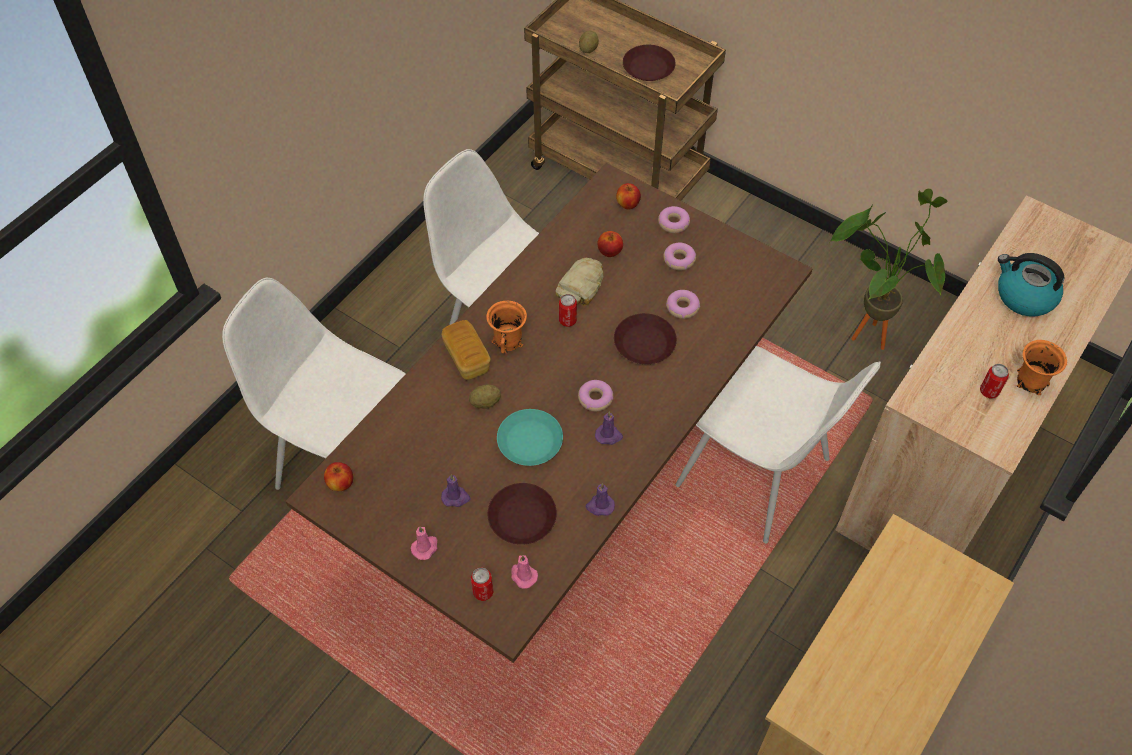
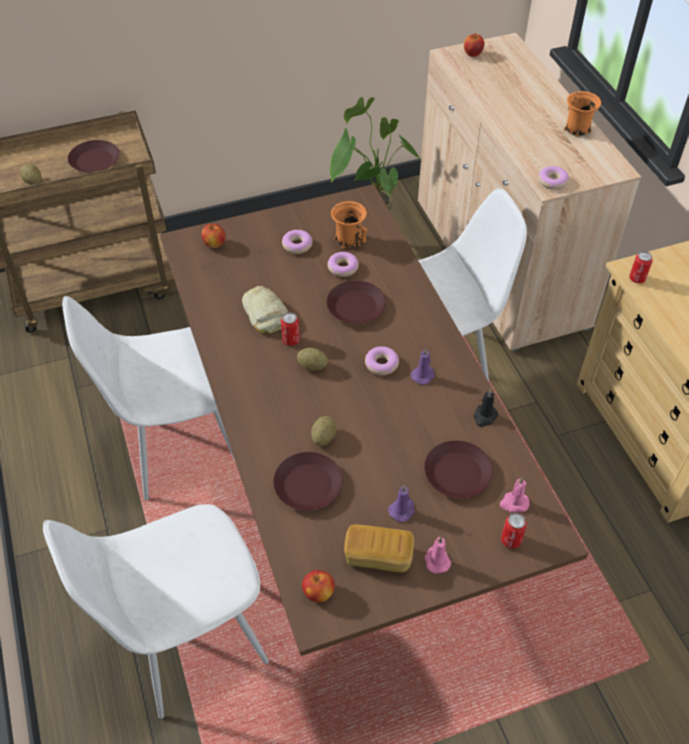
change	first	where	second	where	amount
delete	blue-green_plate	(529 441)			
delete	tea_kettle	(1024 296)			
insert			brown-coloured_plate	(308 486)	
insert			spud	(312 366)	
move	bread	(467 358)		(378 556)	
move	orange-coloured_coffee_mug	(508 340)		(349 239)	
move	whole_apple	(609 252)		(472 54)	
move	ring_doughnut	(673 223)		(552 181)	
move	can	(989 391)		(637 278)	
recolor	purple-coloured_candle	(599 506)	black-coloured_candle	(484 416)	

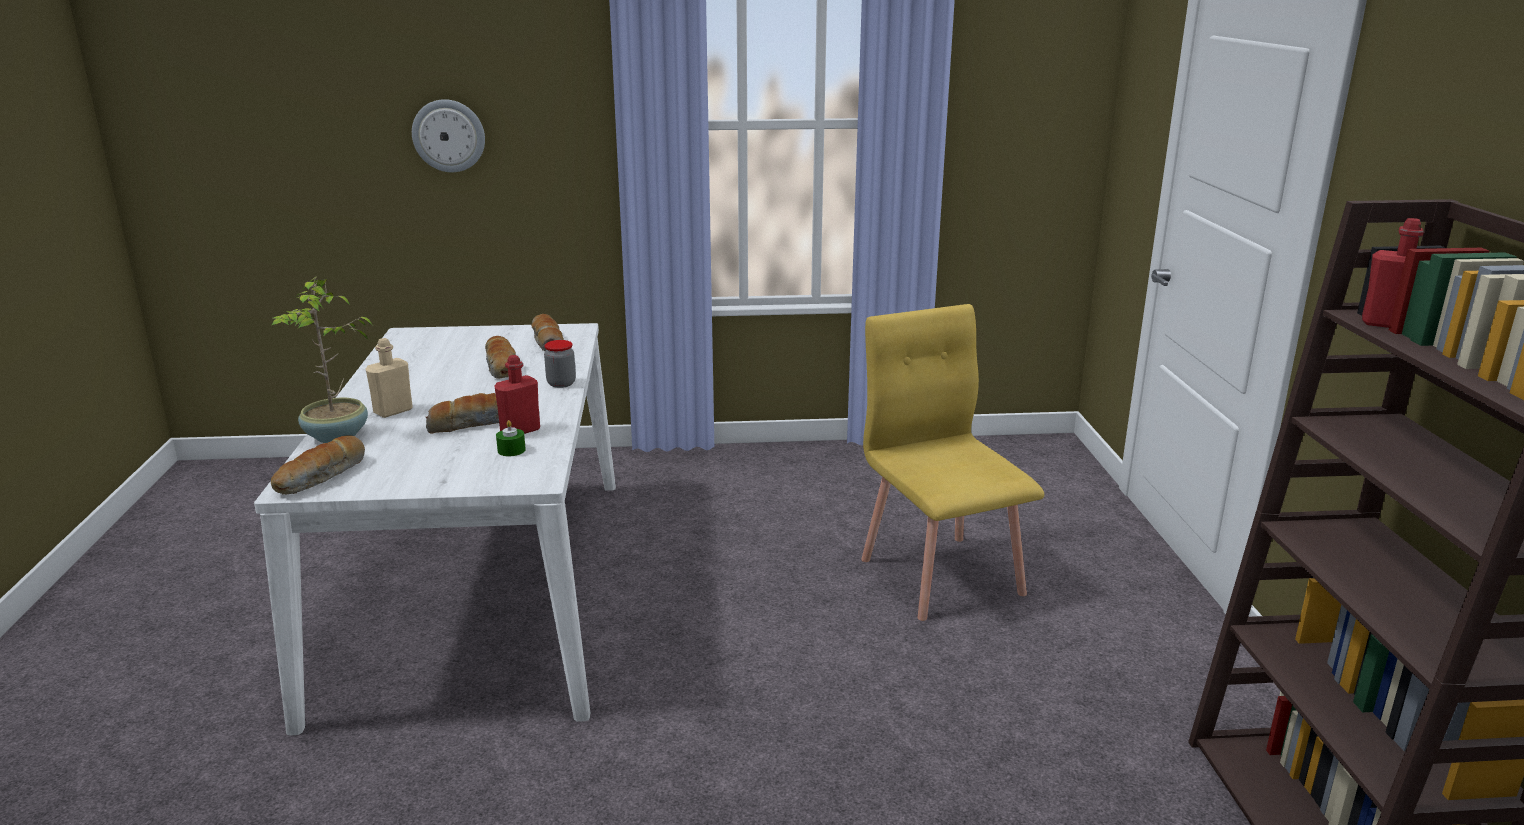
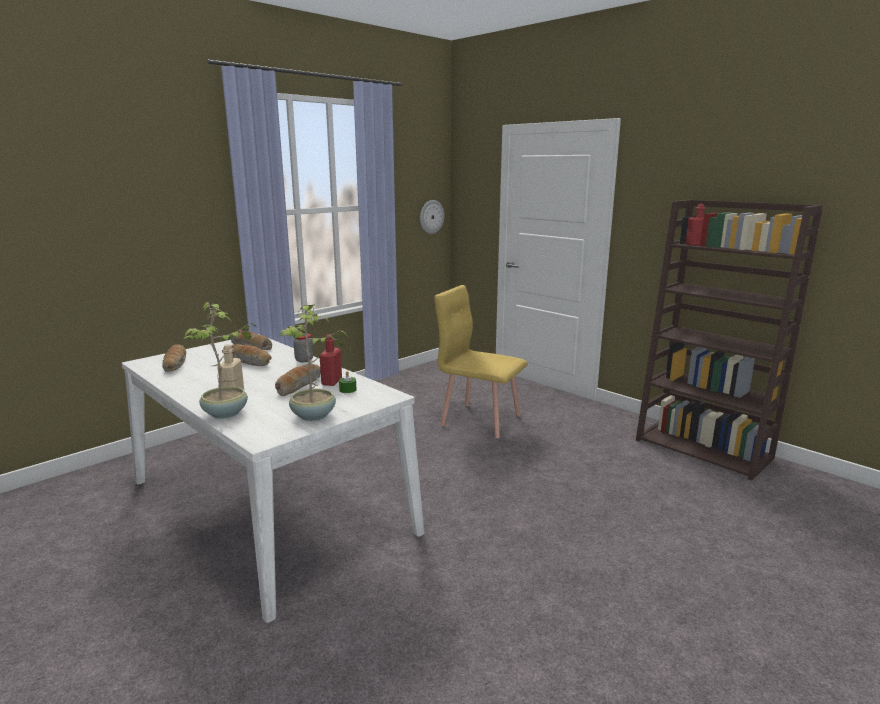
change	first	where	second	where	amount
insert			potted_plant	(313 416)	
move	bread	(322 477)		(176 364)	
move	clock_on_the_wall	(449 136)		(431 217)	

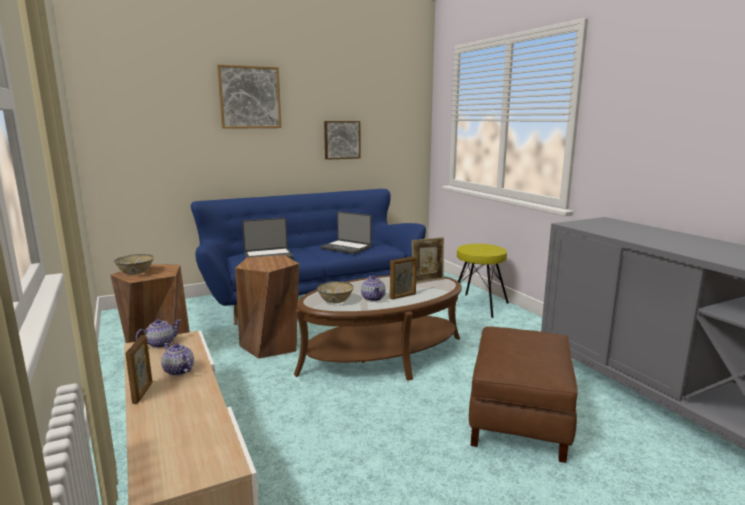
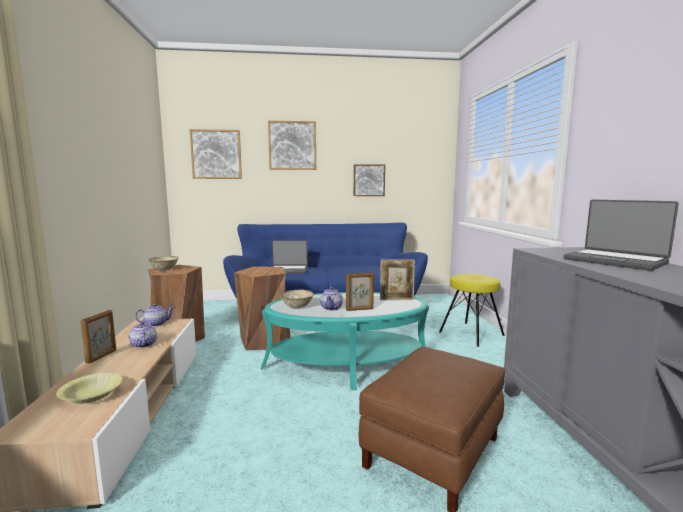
change	first	where	second	where	amount
insert			yellow_deep_dish	(92 395)	
insert			wall_art	(216 154)	
move	notebook_computer	(346 248)		(615 261)	
recolor	brown-coloured_coffee_table	(382 355)	blue-green_coffee_table	(346 364)	

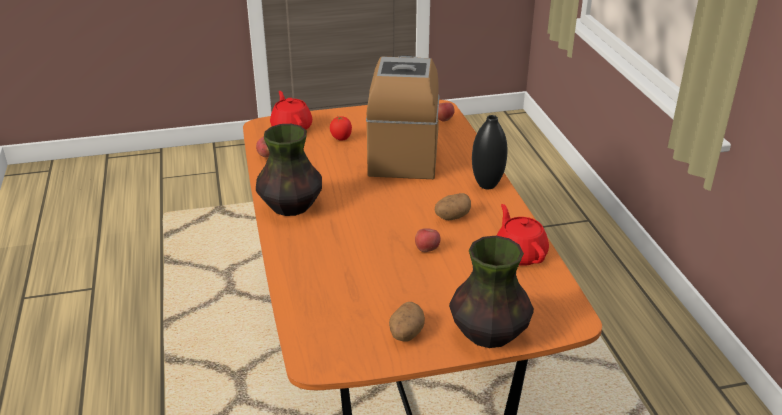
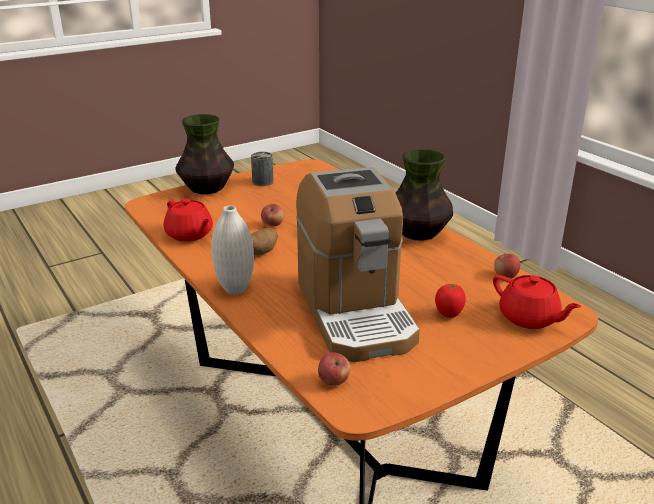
change	first	where	second	where	amount
replace	spud	(406 334)	can	(262 182)	
recolor	black-coloured_flower_vase	(487 185)	whitish_flower_vase	(235 289)	

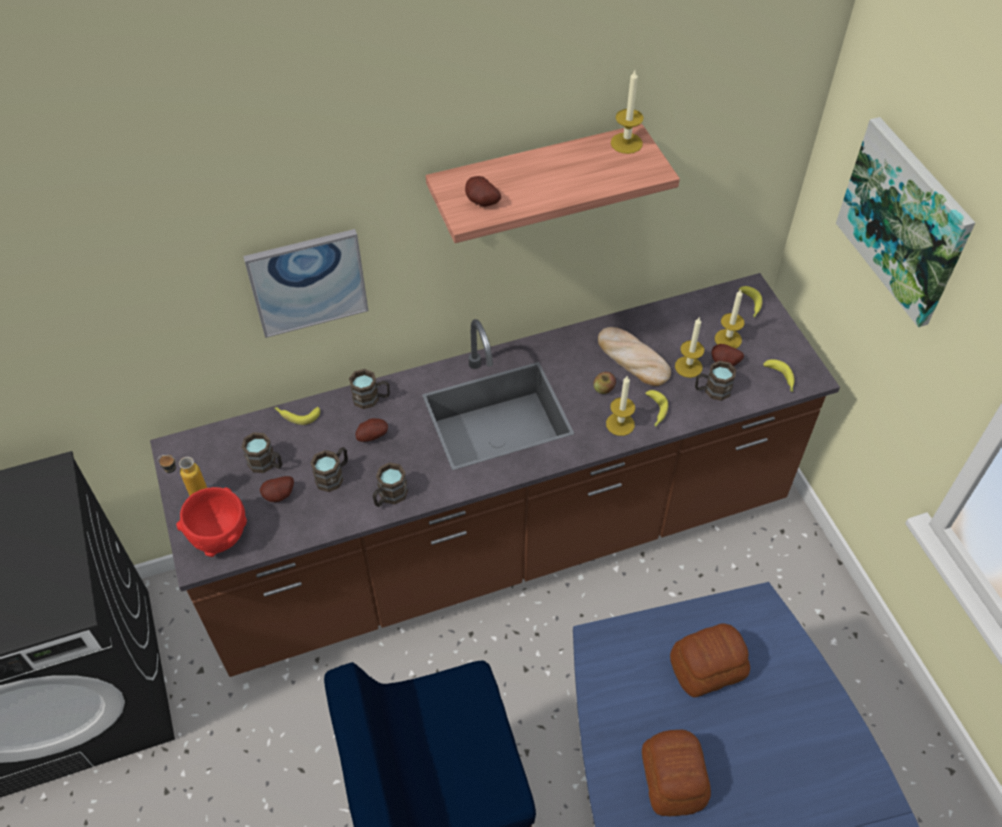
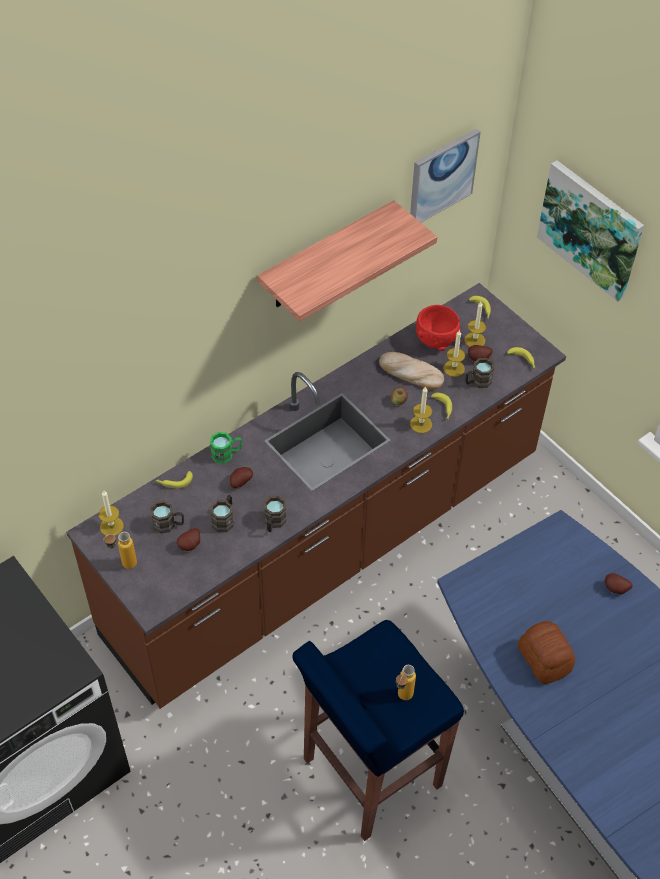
change	first	where	second	where	amount
delete	bread	(708 669)			
insert			drink_bottle	(402 699)	
move	red_deep_dish	(219 536)		(435 340)	
move	wall_art	(307 282)		(442 177)	
move	spud	(481 203)		(615 589)	
move	candle	(626 143)		(111 526)	
recolor	brown-coloured_coffee_mug	(371 398)	green_coffee_mug	(226 454)	

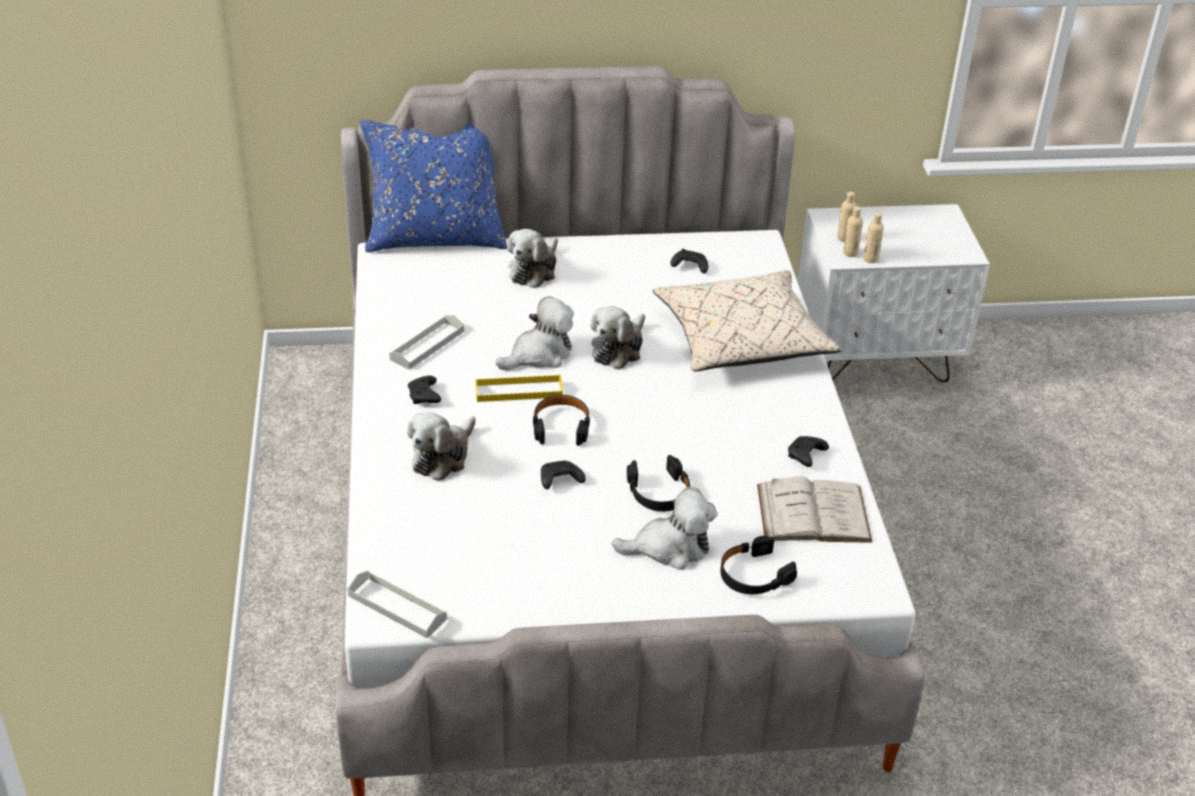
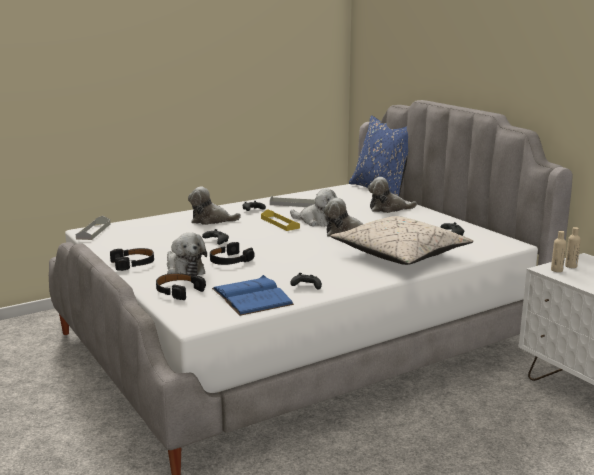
change	first	where	second	where	amount
delete	sand-coloured_drink_bottle	(870 259)			
move	black-coloured_pair_of_headphones	(561 426)		(133 263)	
recolor	whitish_volume	(813 513)	bluish_volume	(252 296)	

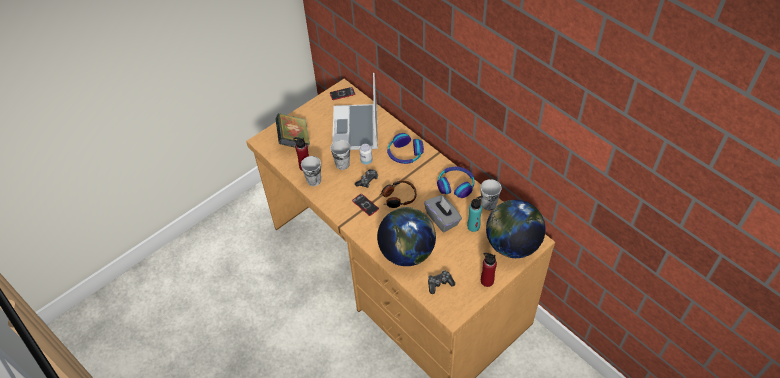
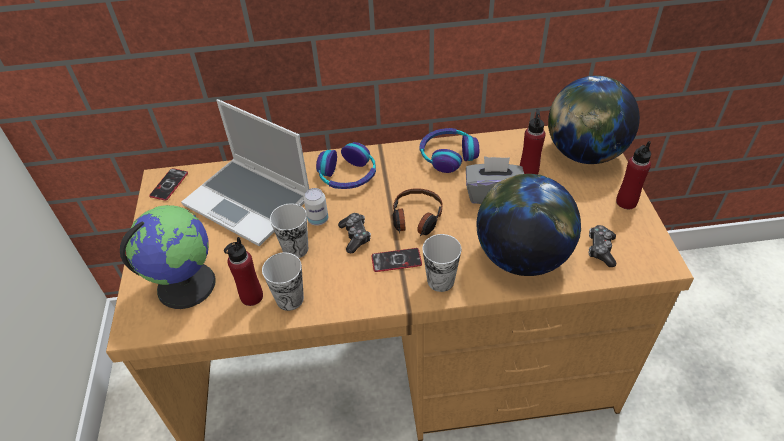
change	first	where	second	where	amount
move	cup	(488 204)		(440 281)	
replace	volume	(294 141)	desk_globe	(186 284)	
recolor	blue-green_drink_bottle	(473 226)	red_drink_bottle	(528 172)	

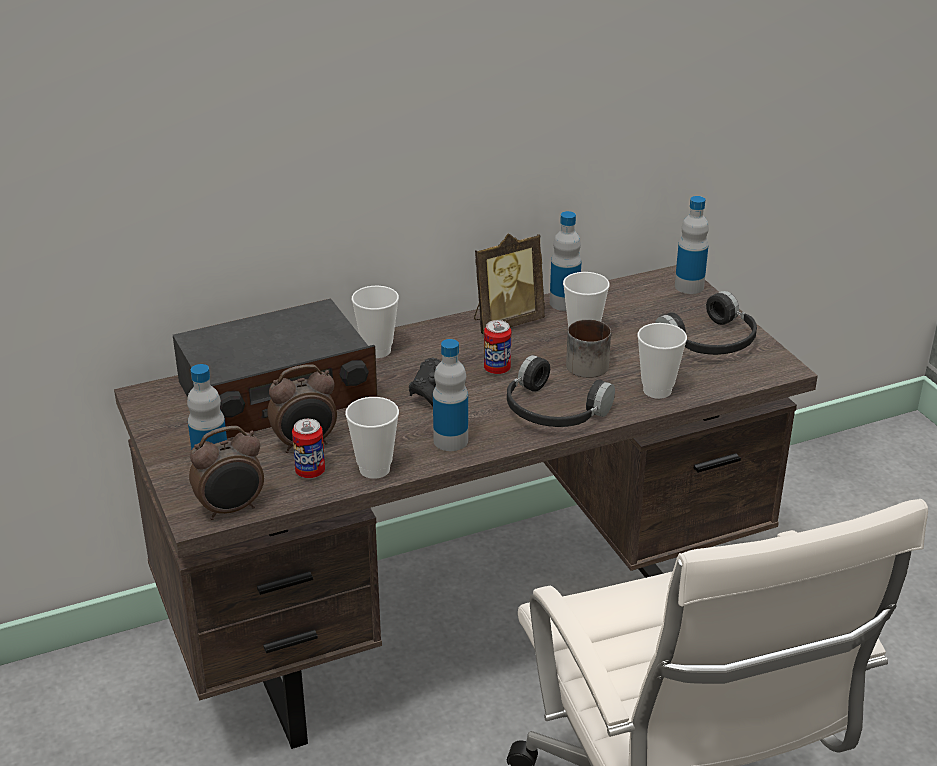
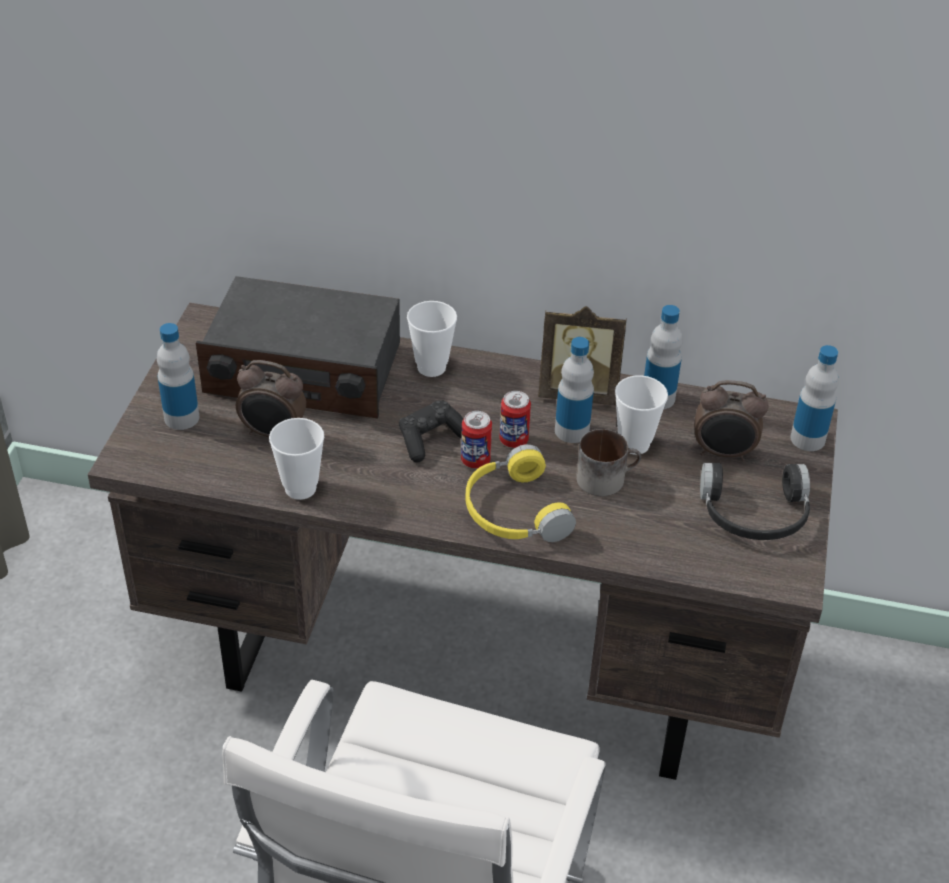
change	first	where	second	where	amount
delete	cup	(657 390)			
move	bedside_clock	(231 509)		(723 453)	
move	can	(310 472)		(475 460)	
move	drink_bottle	(450 440)		(572 431)	
recolor	black-coloured_pair_of_headphones	(552 411)	yellow_pair_of_headphones	(512 511)	

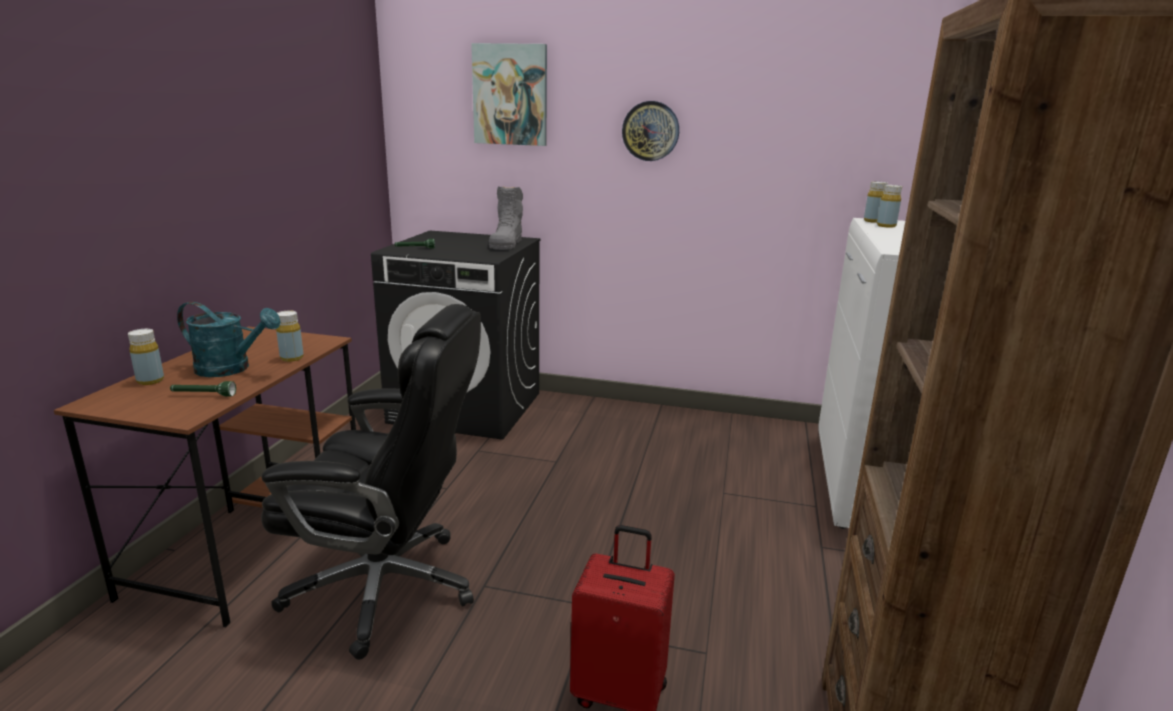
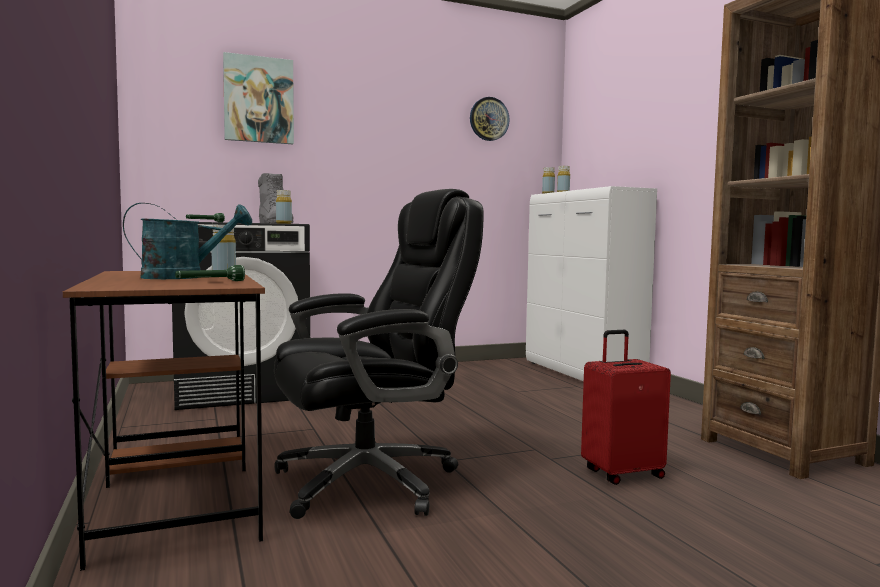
change	first	where	second	where	amount
move	yellow_drink_bottle	(150 381)		(283 223)	
move	clock_on_the_wall	(650 131)		(489 119)	

